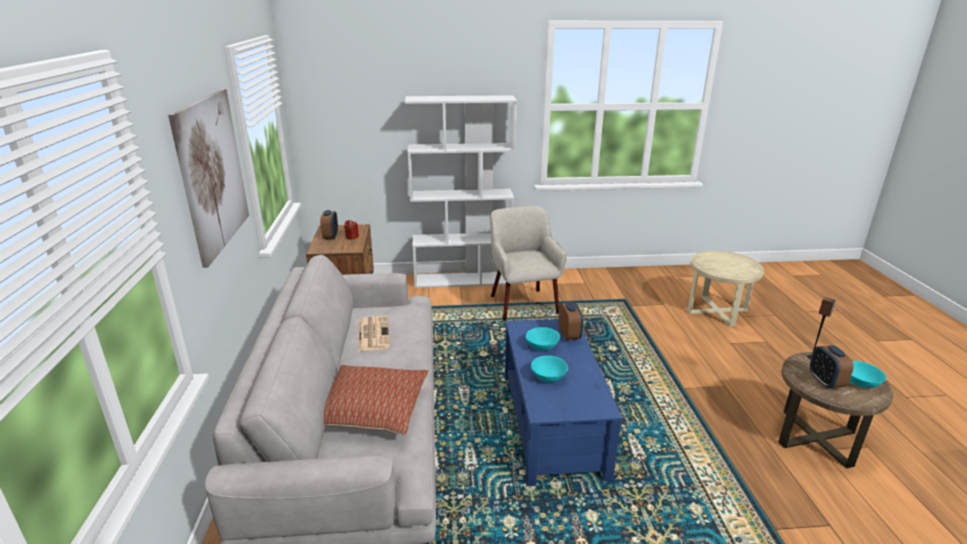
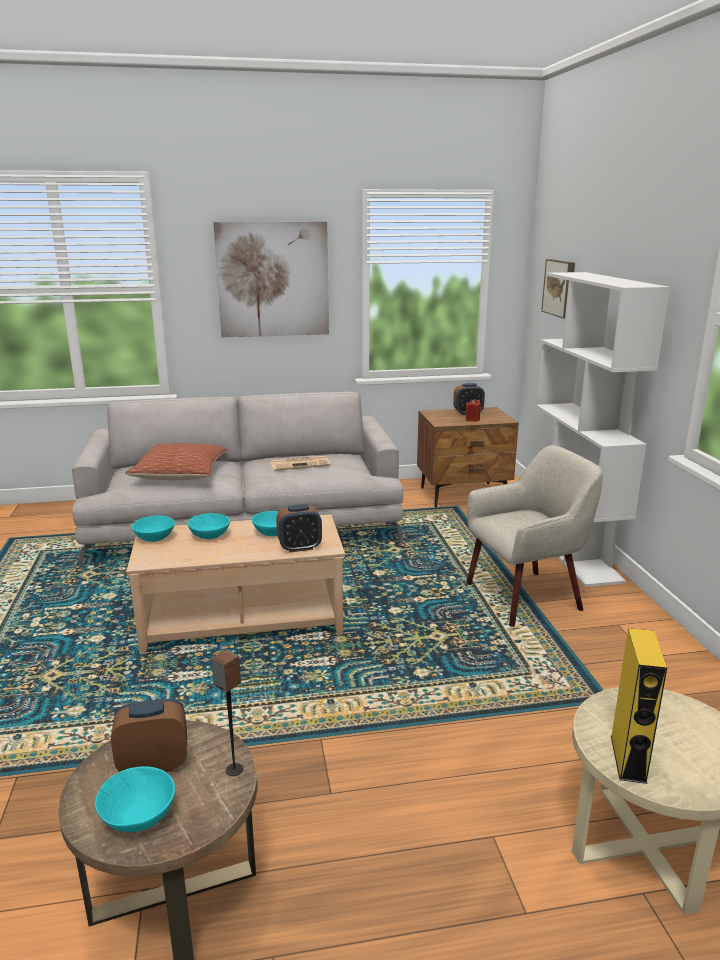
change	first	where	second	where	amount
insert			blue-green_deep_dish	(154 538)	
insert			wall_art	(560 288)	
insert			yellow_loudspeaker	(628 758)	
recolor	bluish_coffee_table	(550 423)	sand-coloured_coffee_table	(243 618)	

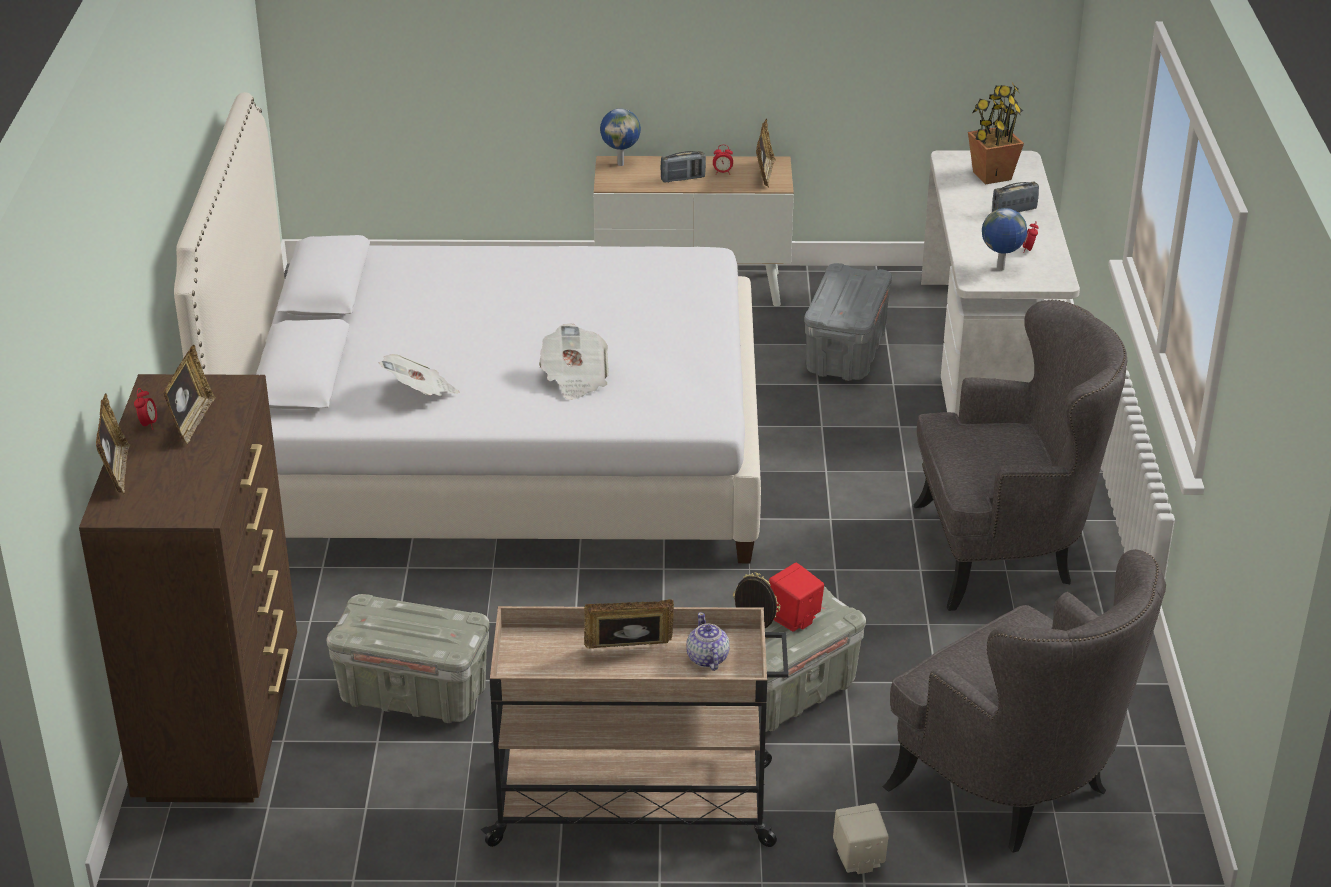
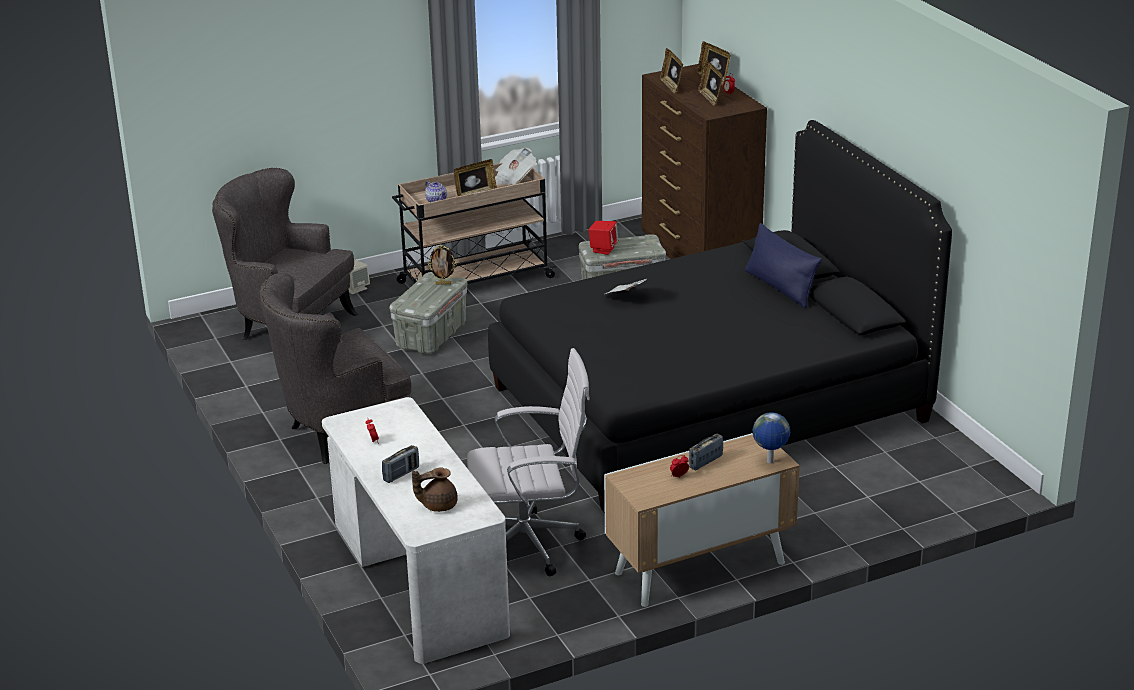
change	first	where	second	where	amount
delete	desk_globe	(1000 269)			
insert			bluish_throw_pillow	(780 287)	
move	newspaper	(420 393)		(513 178)	
move	photo_frame	(764 174)		(671 86)	
move	red_loudspeaker	(794 618)		(603 249)	
replace	grey_storage_container	(845 353)	whitish_desk_chair	(531 544)	
replace	potted_plant	(991 176)	brown-coloured_pot_for_tea	(437 505)	
recolor	whitish_bedroom_bed	(496 455)	black-coloured_bedroom_bed	(709 403)	

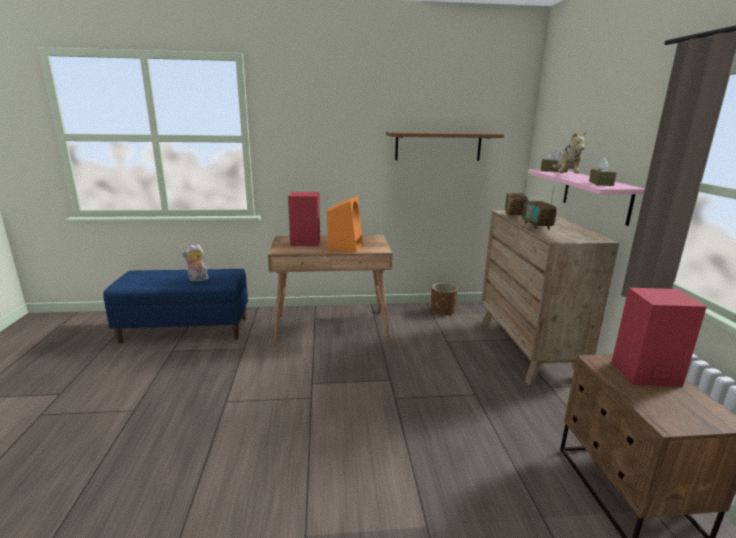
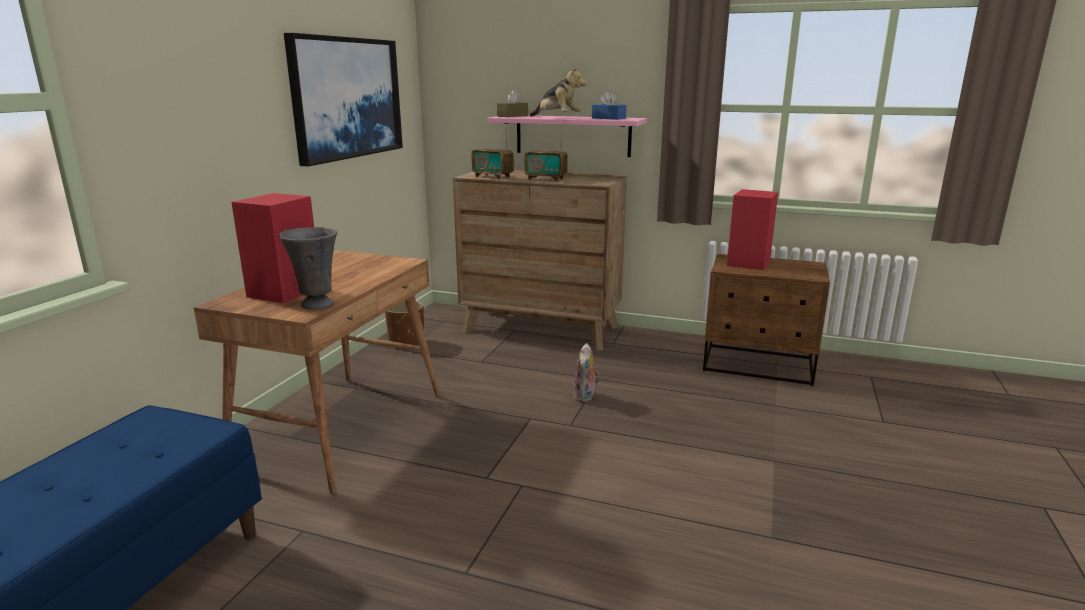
change	first	where	second	where	amount
delete	orange-coloured_loudspeaker	(345 246)			
insert			grey_flower_vase	(316 305)	
move	cuddly_toy	(197 280)		(585 397)	
replace	brown-coloured_shelf	(438 146)	wall_art	(347 98)	
recolor	brown-coloured_tissue_box	(600 183)	bluish_tissue_box	(608 118)	

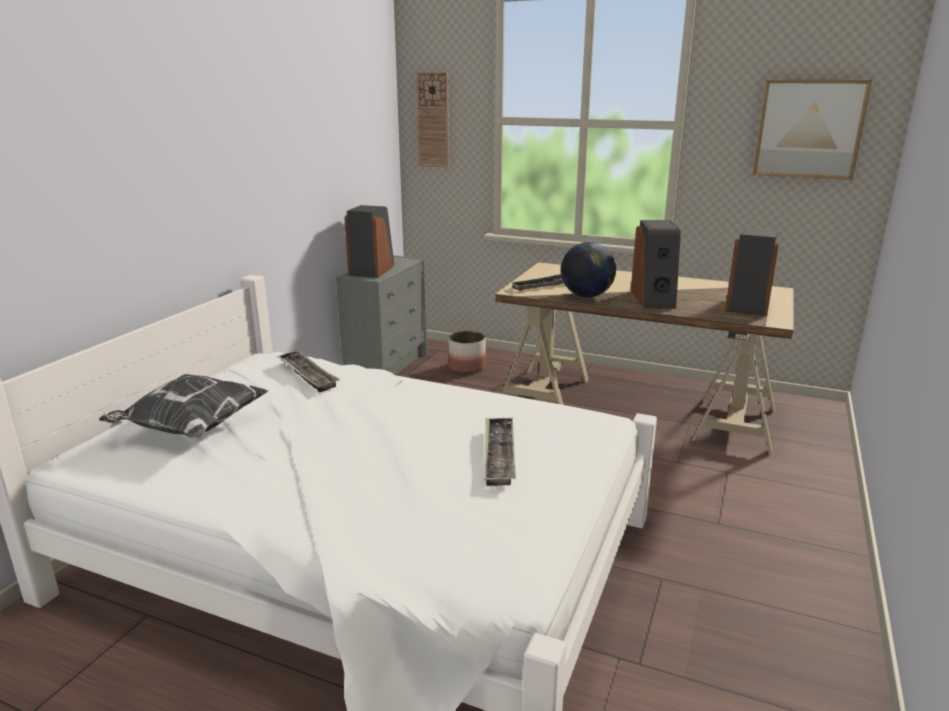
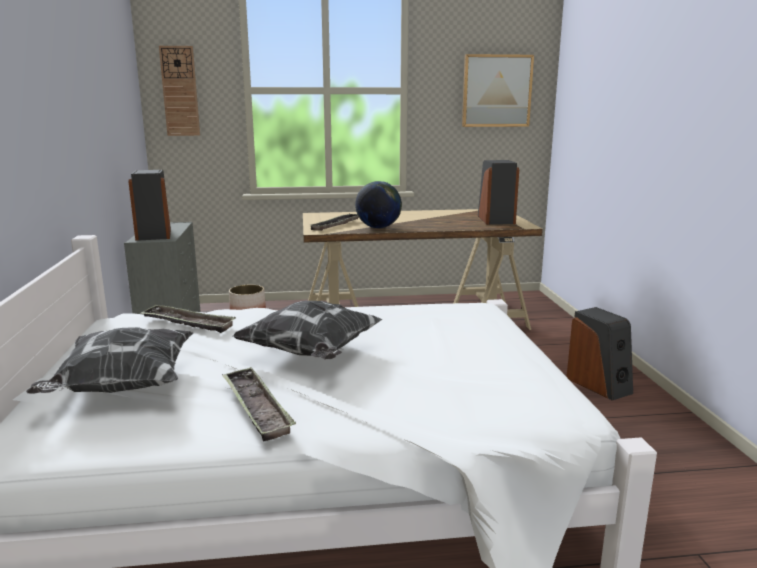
change	first	where	second	where	amount
insert			throw_pillow	(312 354)	
move	carrying_tray	(499 455)		(256 408)	
move	loudspeaker	(654 299)		(599 385)	

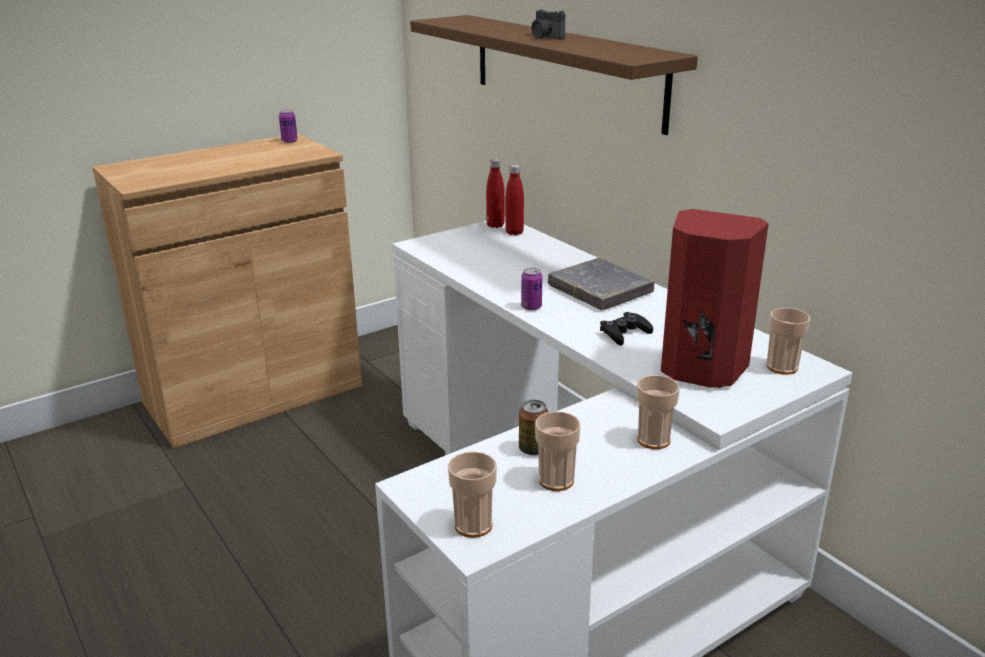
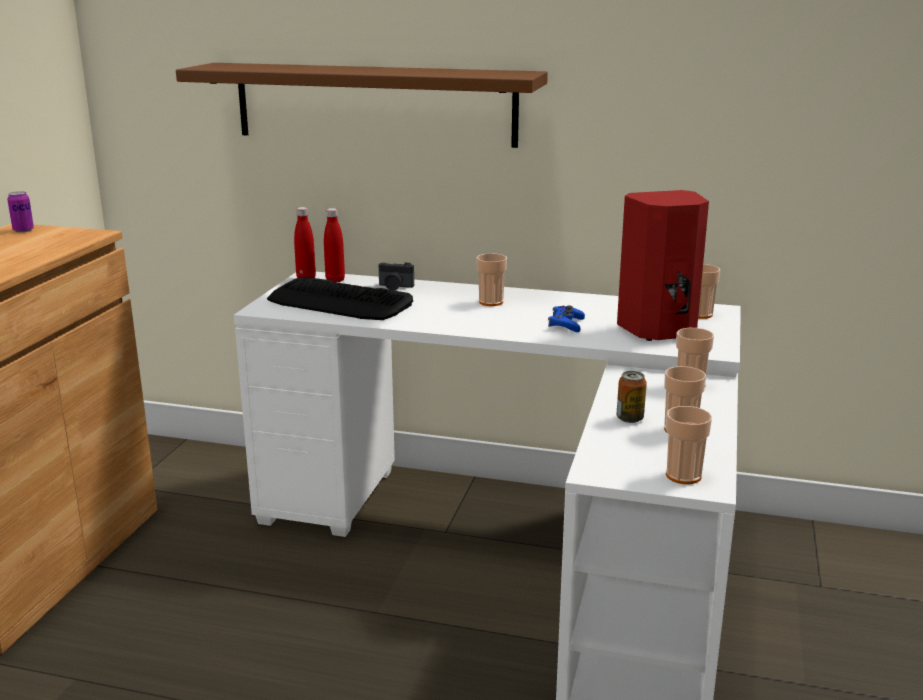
change	first	where	second	where	amount
delete	can	(531 307)			
insert			computer_keyboard	(340 302)	
move	still_camera	(545 37)		(395 287)	
replace	grey_volume	(600 290)	cup	(491 302)	
recolor	black-coloured_gamepad	(624 333)	bluish_gamepad	(566 324)	

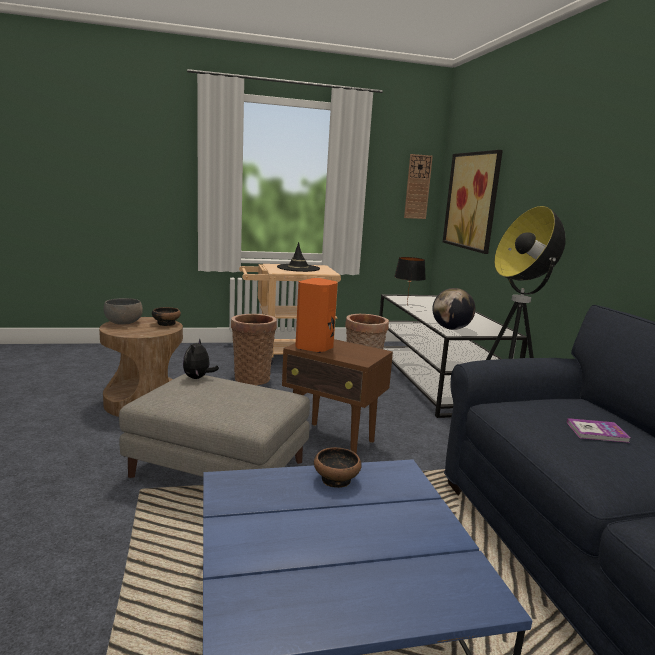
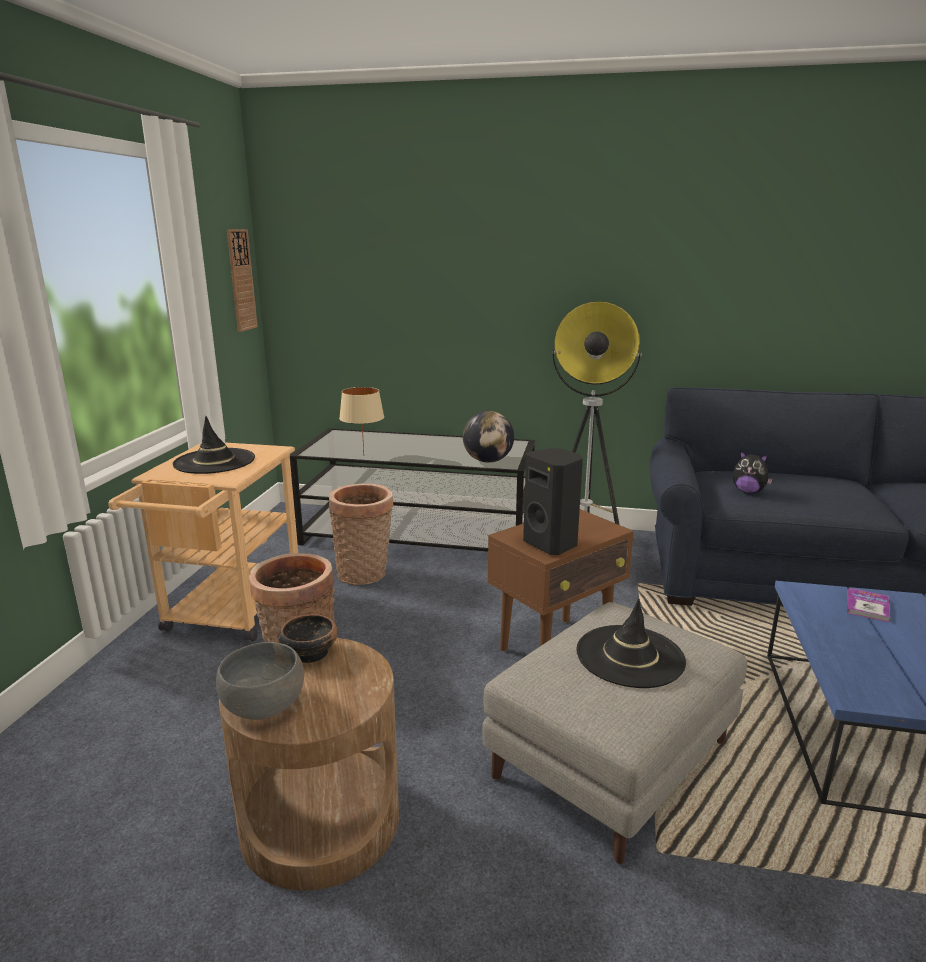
change	first	where	second	where	amount
delete	deep_dish	(336 479)			
delete	wall_art	(472 201)			
insert			black-coloured_wearable_hat	(629 656)	
move	cuddly_toy	(198 378)		(748 491)	
move	volume	(597 432)		(867 606)	
recolor	orange-coloured_loudspeaker	(315 348)	black-coloured_loudspeaker	(552 544)	
recolor	black-coloured_lamp_for_a_table	(406 305)	sand-coloured_lamp_for_a_table	(363 456)	

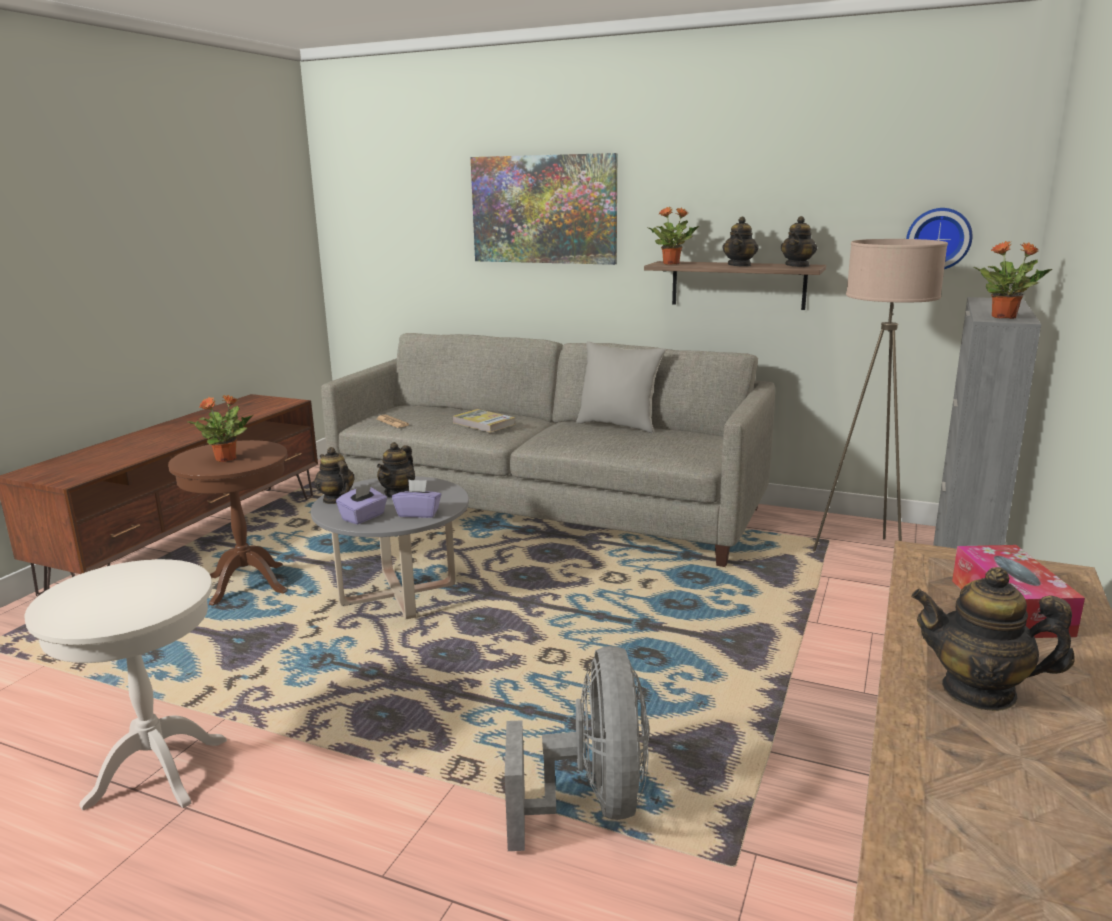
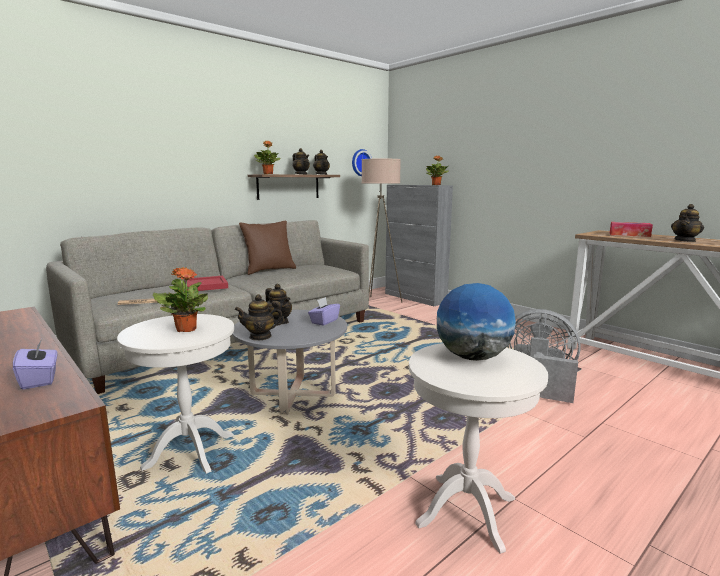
change	first	where	second	where	amount
delete	wall_art	(543 209)			
insert			desk_globe	(473 357)	
move	purple-coloured_tissue_box	(364 517)		(40 379)	
replace	volume	(483 423)	red_carrying_tray	(207 286)	
recolor	brown-coloured_side_table	(247 584)	whitish_side_table	(190 451)	
recolor	grey_throw_pillow	(618 425)	brown-coloured_throw_pillow	(269 270)	

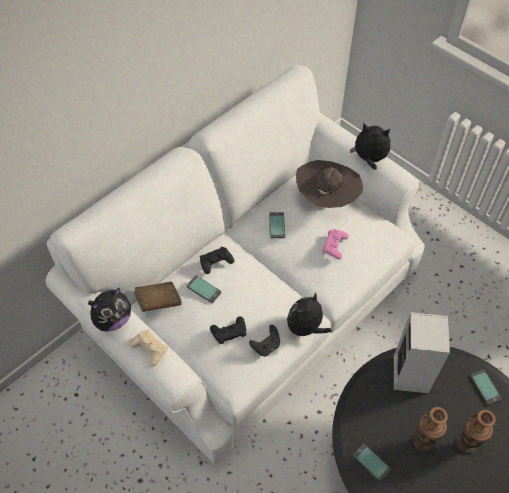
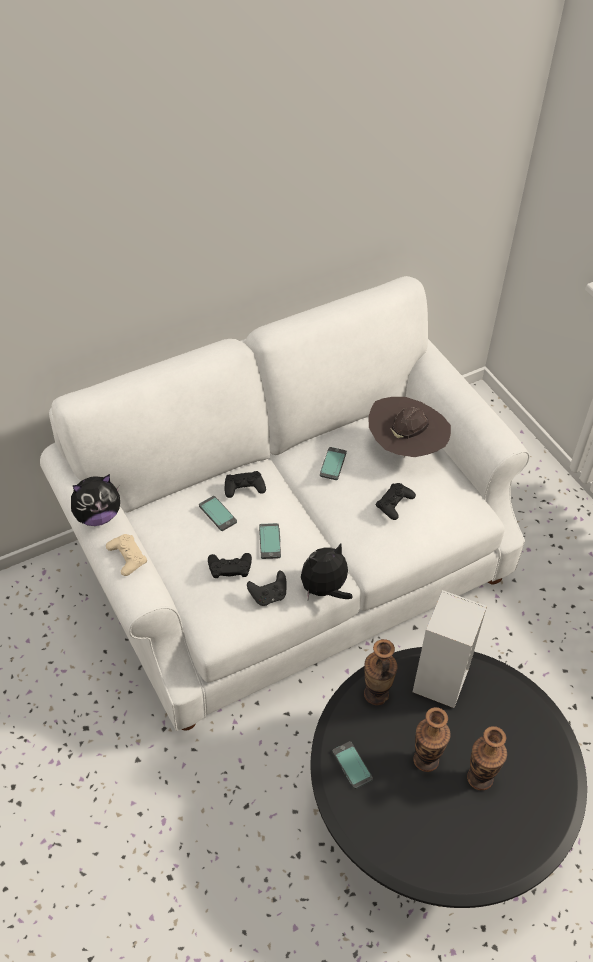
change	first	where	second	where	amount
delete	brown-coloured_volume	(158 302)			
delete	cuddly_toy	(369 159)			
insert			flower_vase	(376 694)	
move	telephone	(485 387)		(270 541)	
recolor	pink-coloured_gamepad	(335 245)	black-coloured_gamepad	(394 503)	

